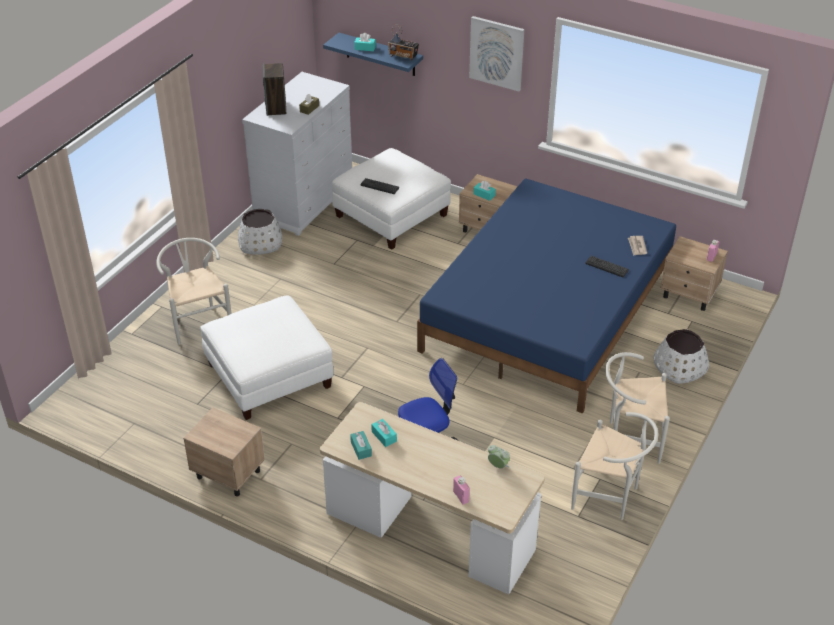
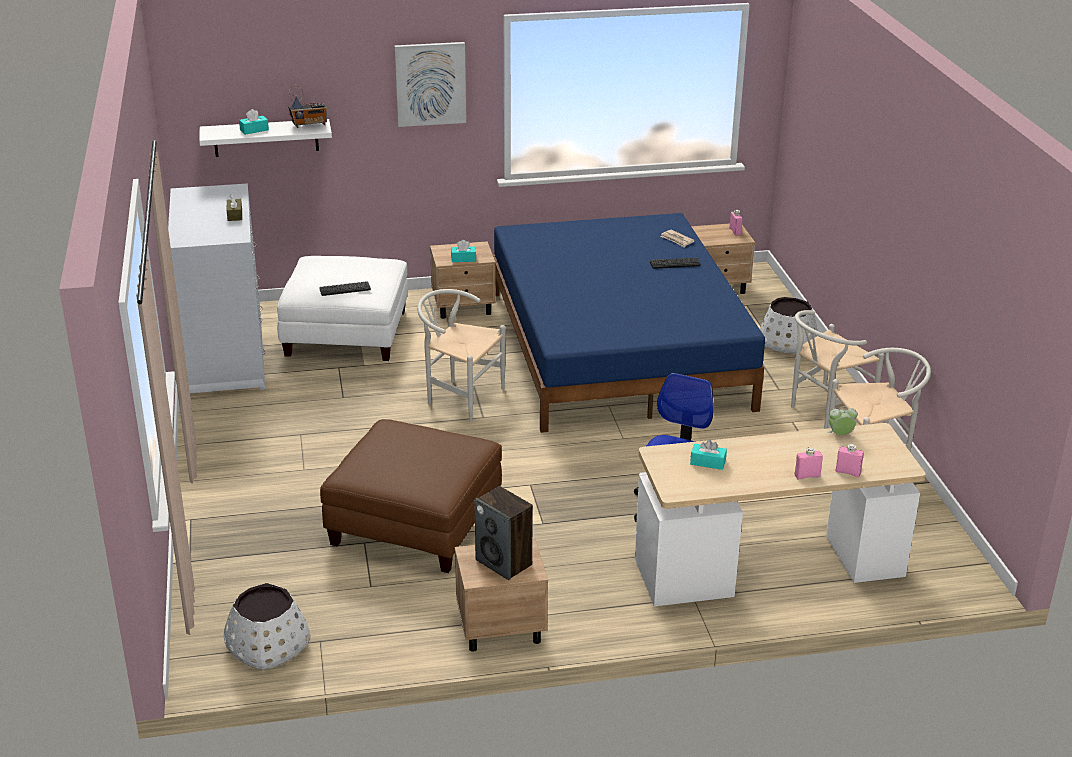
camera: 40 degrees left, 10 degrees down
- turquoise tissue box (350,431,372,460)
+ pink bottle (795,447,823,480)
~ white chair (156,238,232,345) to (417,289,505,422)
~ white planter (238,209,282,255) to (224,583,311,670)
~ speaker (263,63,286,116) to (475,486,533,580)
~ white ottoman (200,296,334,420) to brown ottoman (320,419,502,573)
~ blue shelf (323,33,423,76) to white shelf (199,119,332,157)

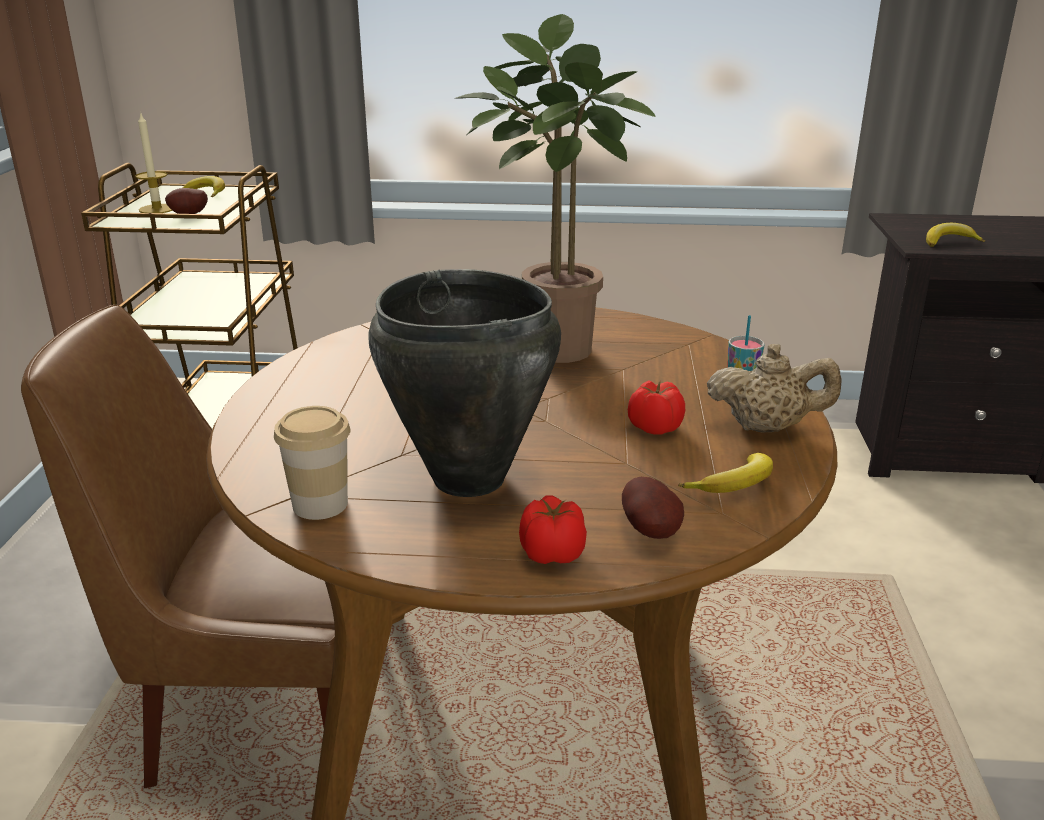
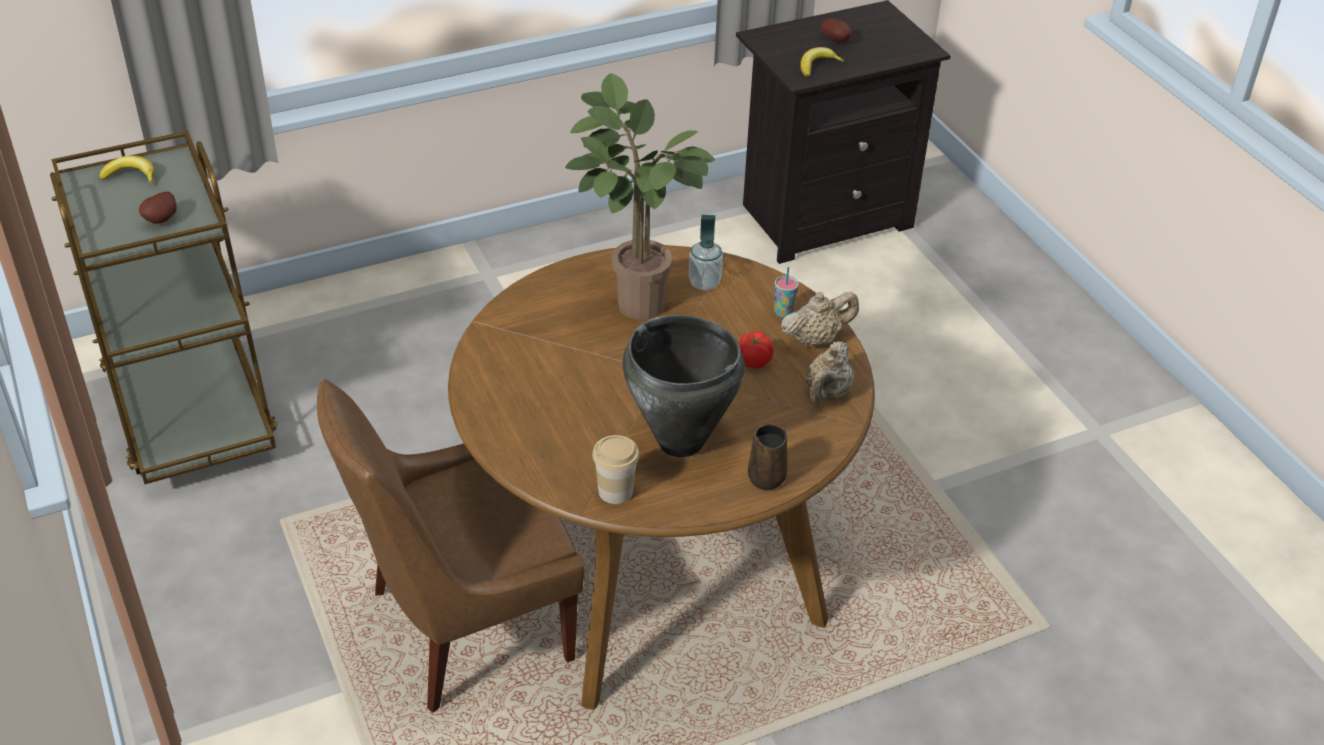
camera: 30 degrees left, 15 degrees up
- candle (135,111,173,213)
+ soap dispenser (689,215,723,291)
~ potato (622,477,684,539) to (821,18,852,42)
~ tomato (519,496,587,564) to brown mug (748,423,788,490)
~ banana (678,453,773,493) to beige teapot (805,341,854,403)

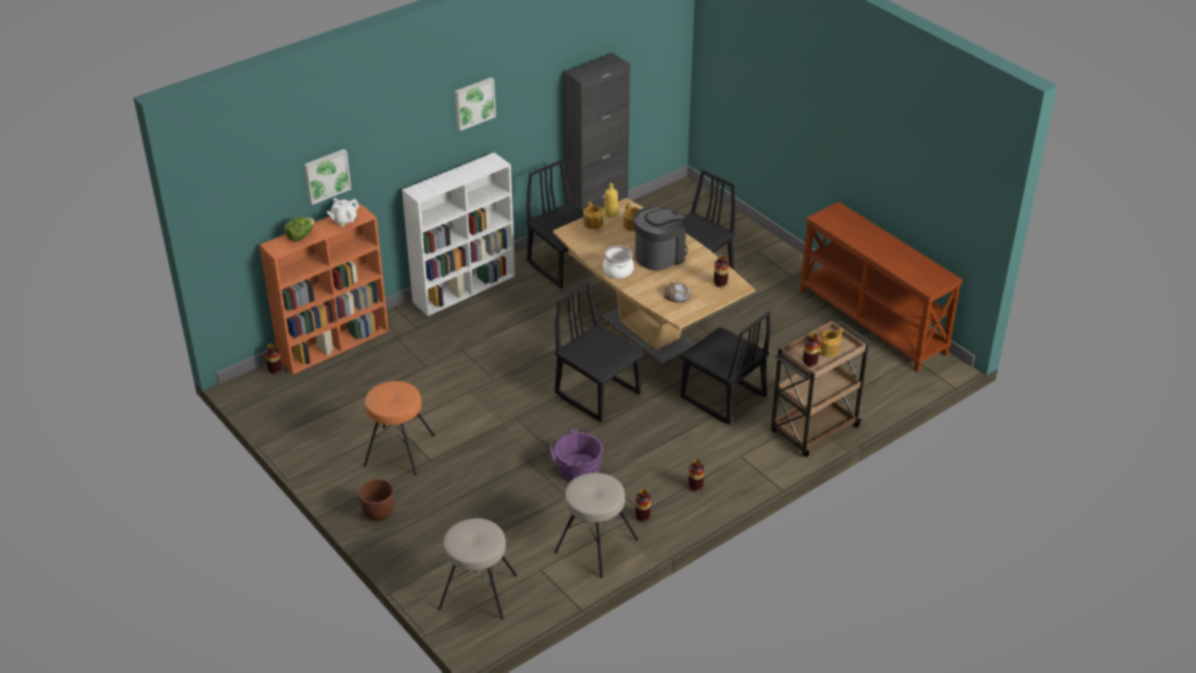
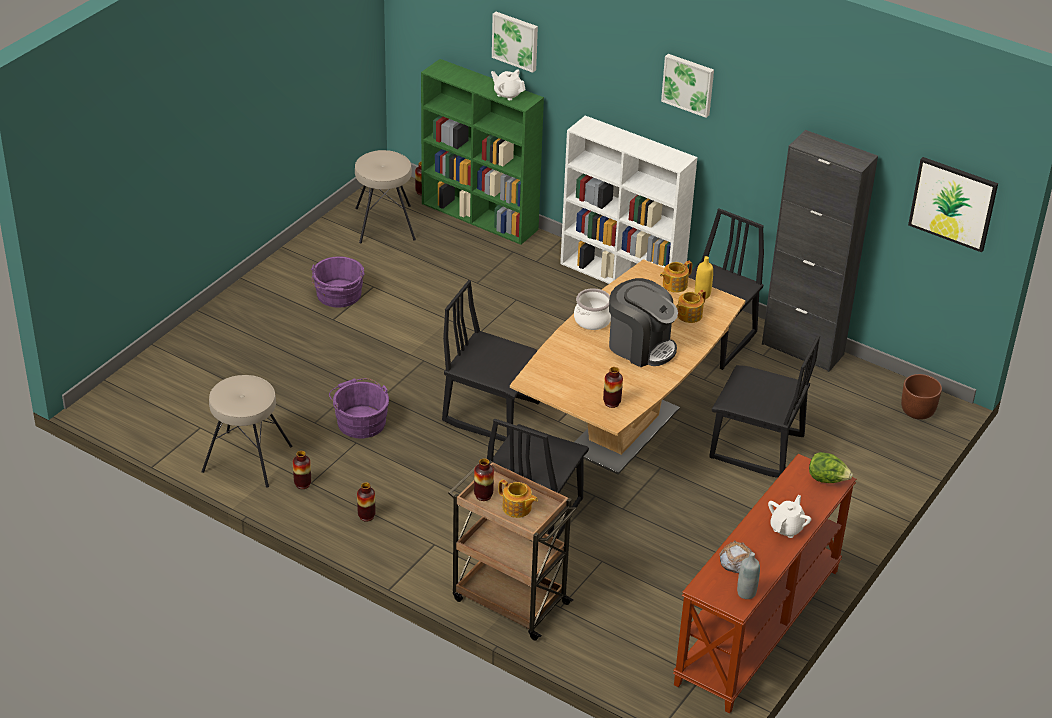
camera: 70 degrees right, 0 degrees up
+ grey bottle (737,552,760,599)
+ white teapot (768,495,811,538)
+ picture (908,157,998,252)
~ lettuce (284,217,315,241) to (809,452,853,483)
~ brown planter (358,479,394,521) to (901,374,942,420)
~ beige stool (438,518,517,620) to (355,150,416,243)
~ bread (664,282,691,303) to (719,540,752,573)
~ orange stool (364,381,435,475) to purple bucket (311,256,365,307)
~ orange bookcase (259,204,389,374) to green bookcase (421,59,544,245)
~ black chair (555,281,644,422) = (442,280,540,441) 90 degrees counterclockwise

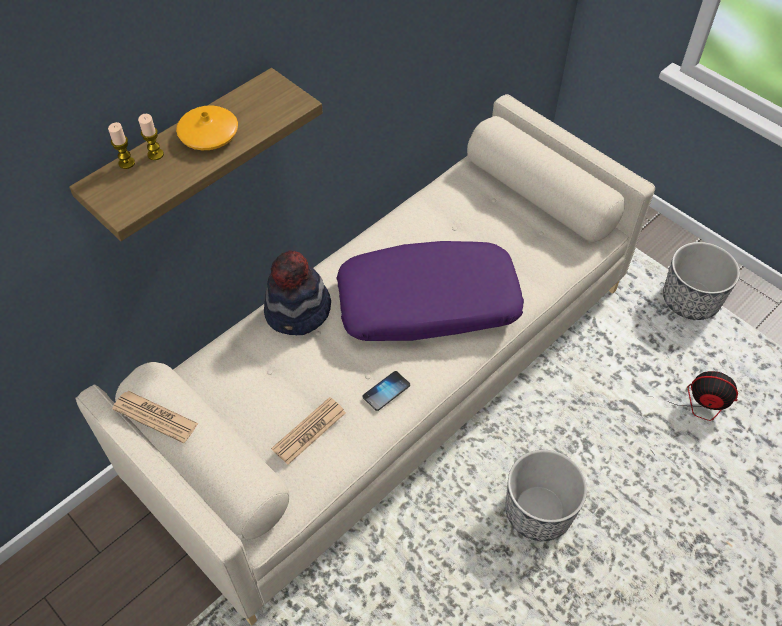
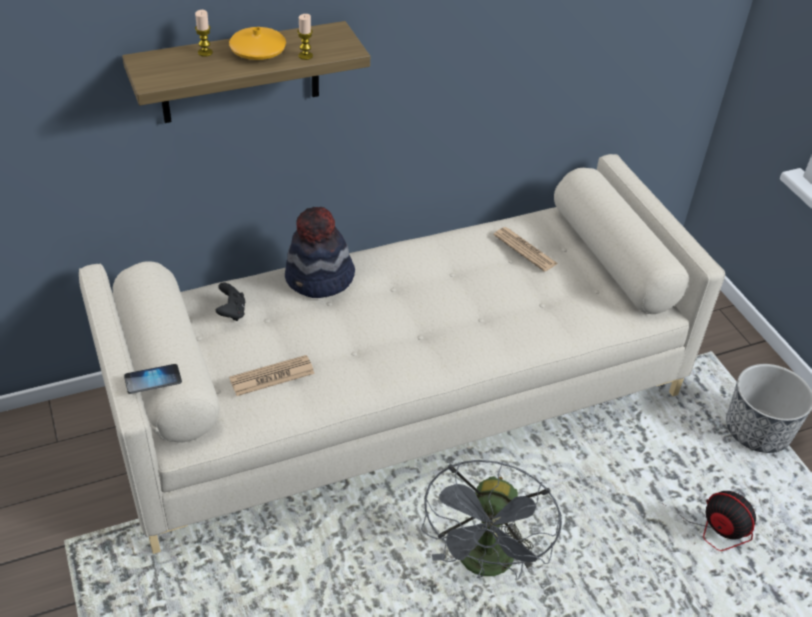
camera: 20 degrees right, 10 degrees down
- purple pillow (336,241,524,341)
+ black game controller (216,282,246,321)
~ candle (108,122,135,169) to (297,14,313,60)
~ newspaper (112,391,199,443) to (494,227,558,272)
~ phone (362,371,410,411) to (124,364,182,394)
~ planter (505,450,587,541) to grey fan (421,460,562,581)

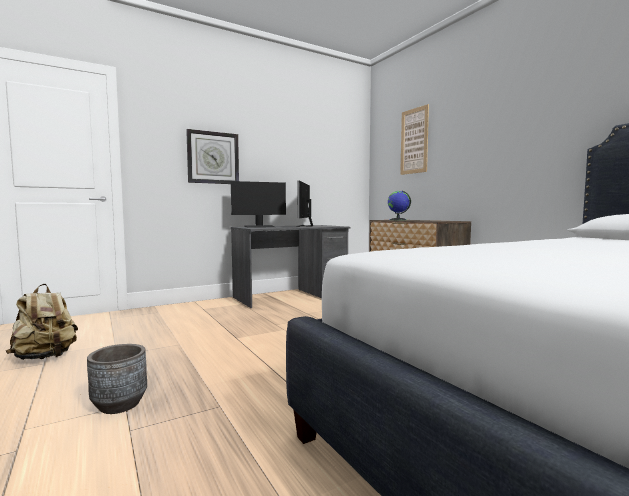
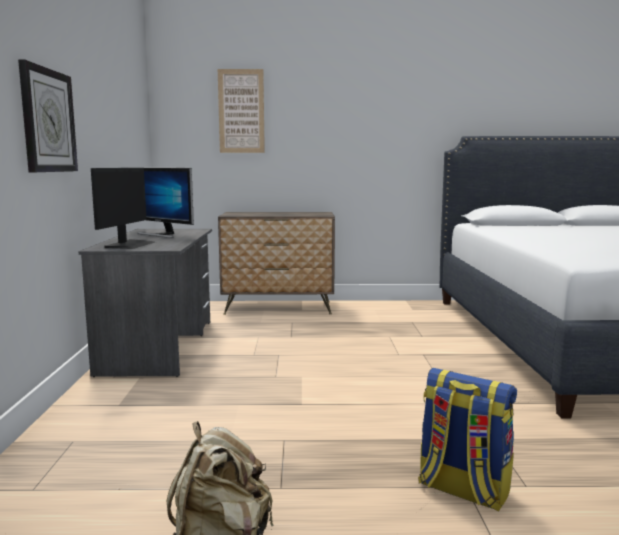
camera: 60 degrees left, 5 degrees up
- globe (388,191,411,220)
~ grey planter (87,344,147,414) to backpack (418,368,517,512)

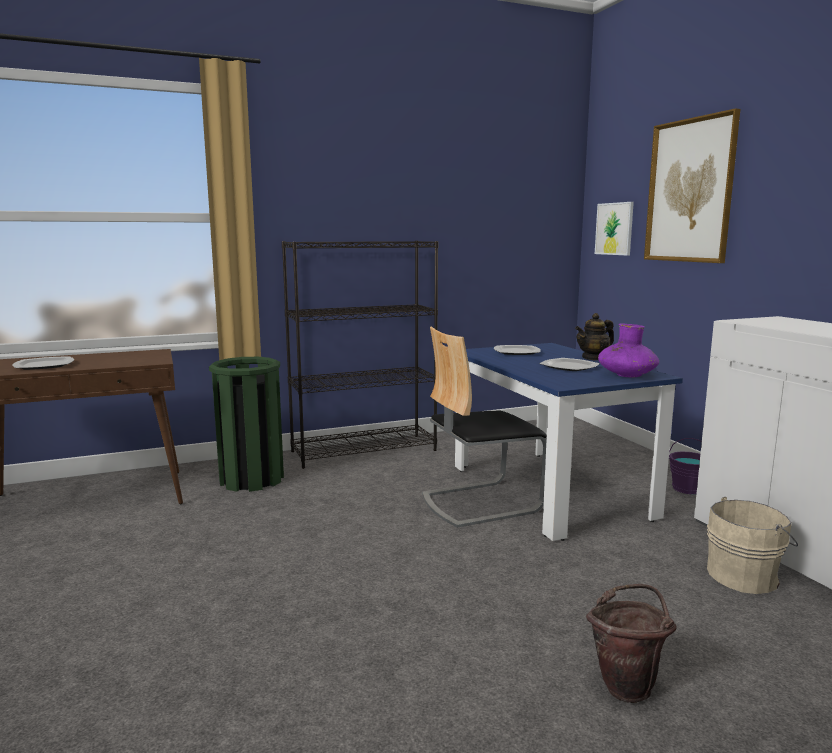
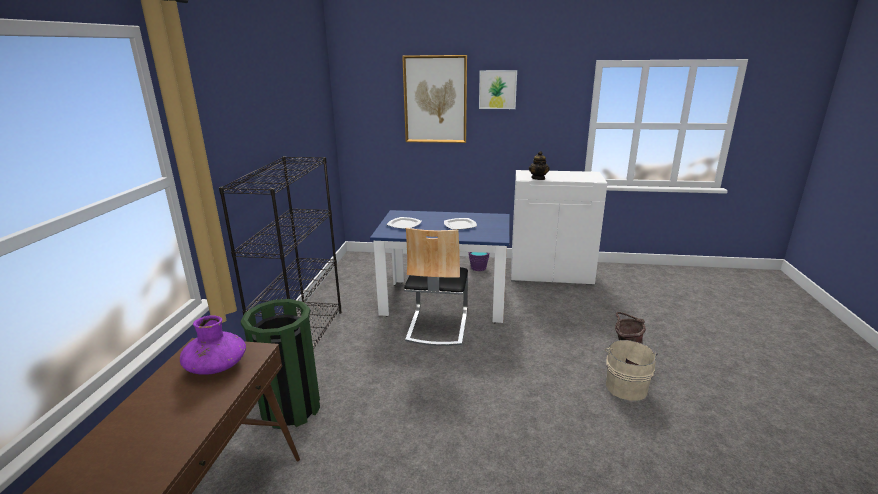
camera: 60 degrees left, 10 degrees up
- plate (12,356,74,370)
~ teapot (575,313,614,360) to (529,151,550,180)
~ picture (595,202,634,256) to (479,70,517,109)
~ purple vase (598,323,659,378) to (180,315,246,375)
~ beige bucket (707,497,798,594) to (605,340,658,401)

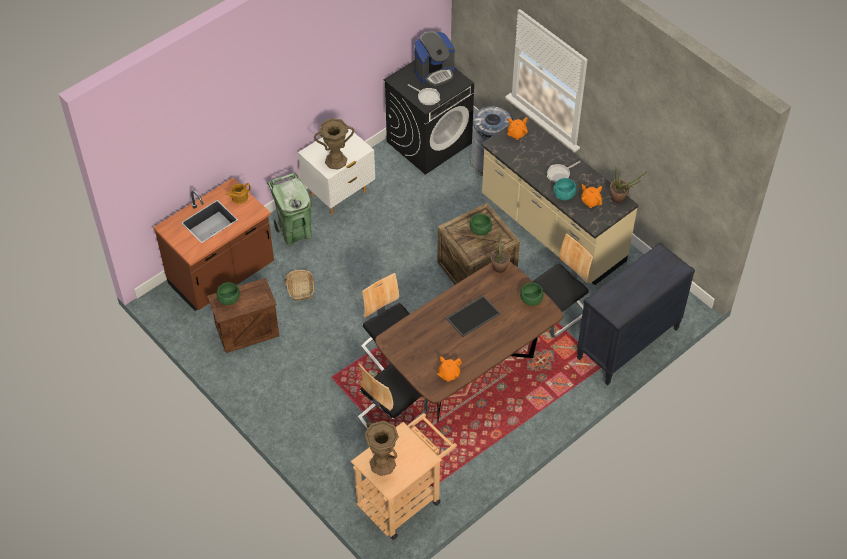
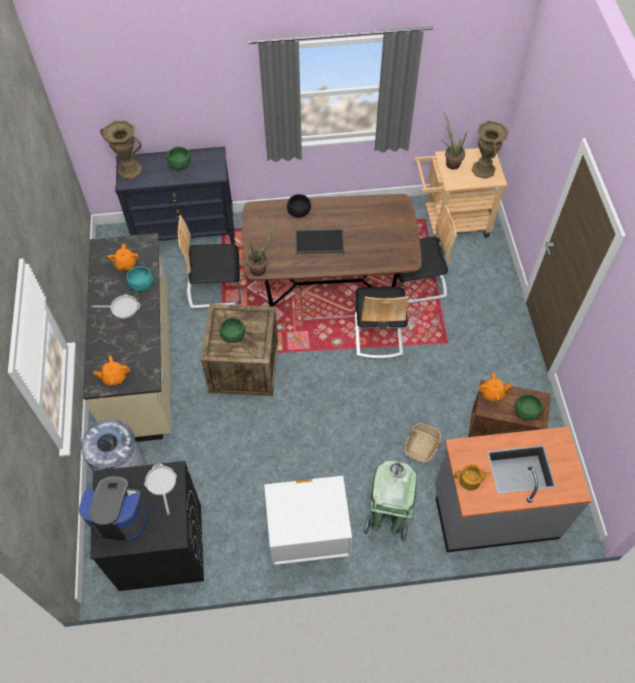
camera: 145 degrees left, 5 degrees up
+ black bowl (287,194,311,218)
~ brown vase (314,118,354,170) to (100,121,142,179)
~ orange teapot (437,357,462,382) to (478,372,513,401)
~ green bowl (520,283,544,306) to (167,147,191,170)
~ potted plant (610,167,647,203) to (442,112,467,170)
~ brown counter (153,178,274,311) to grey counter (435,426,592,552)

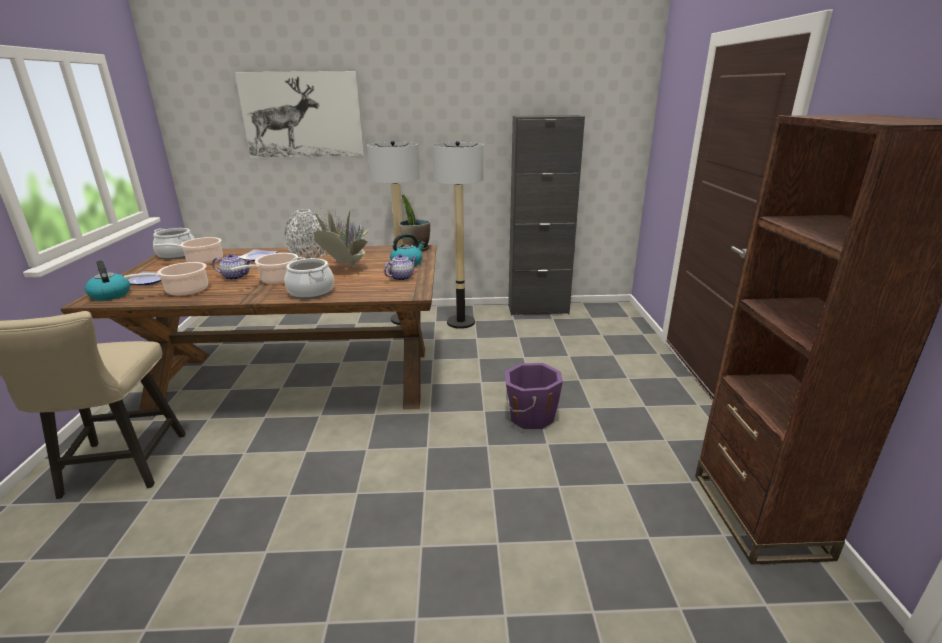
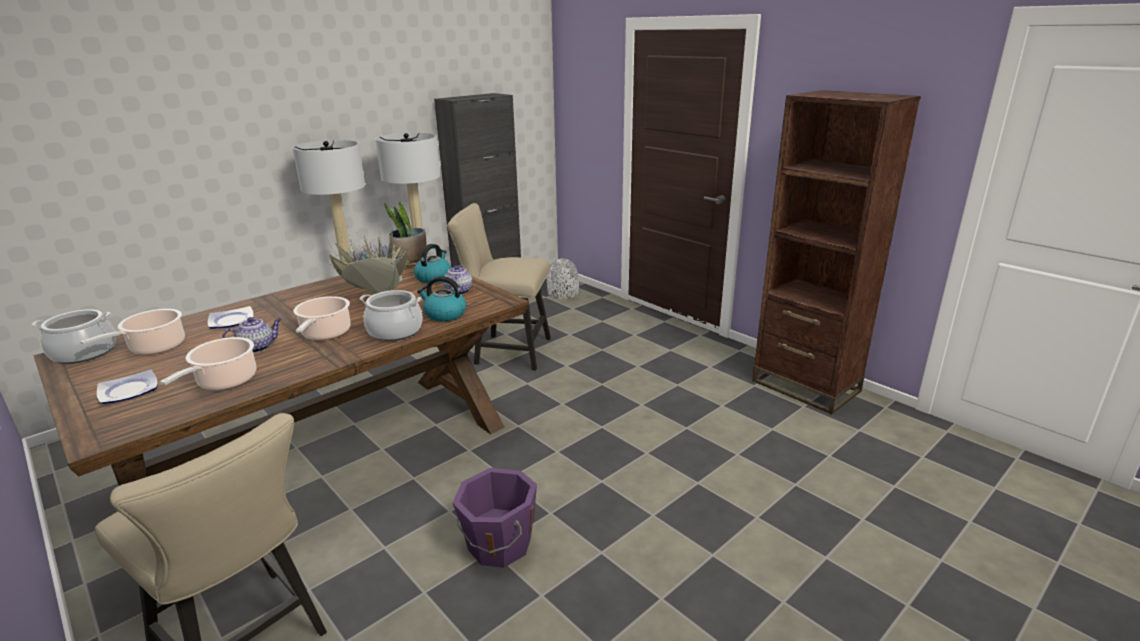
camera: 40 degrees left, 0 degrees up
- picture (235,71,364,158)
+ beige chair (447,203,551,370)
~ kettle (85,260,130,301) to (417,276,466,322)
~ grey vase (285,209,328,258) to (547,258,579,299)
~ purple bucket (505,363,563,429) to (452,468,537,568)

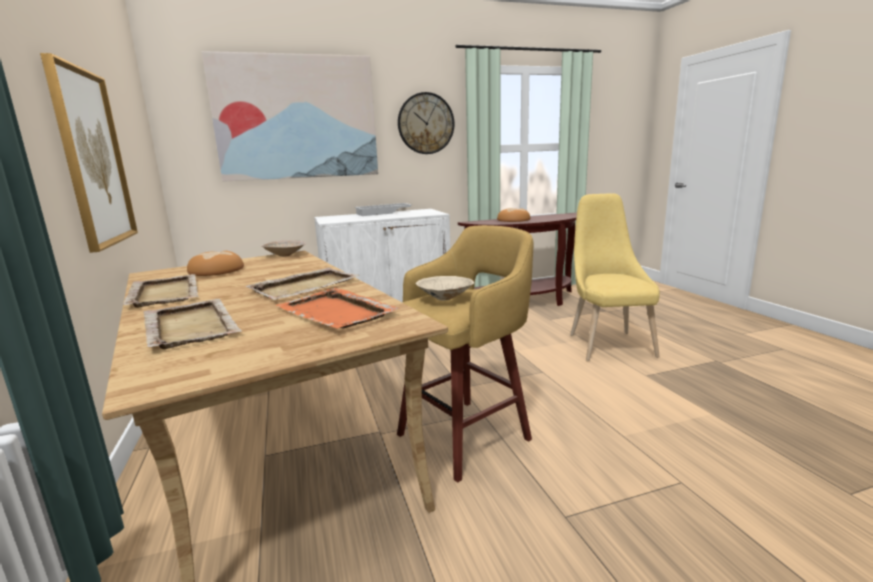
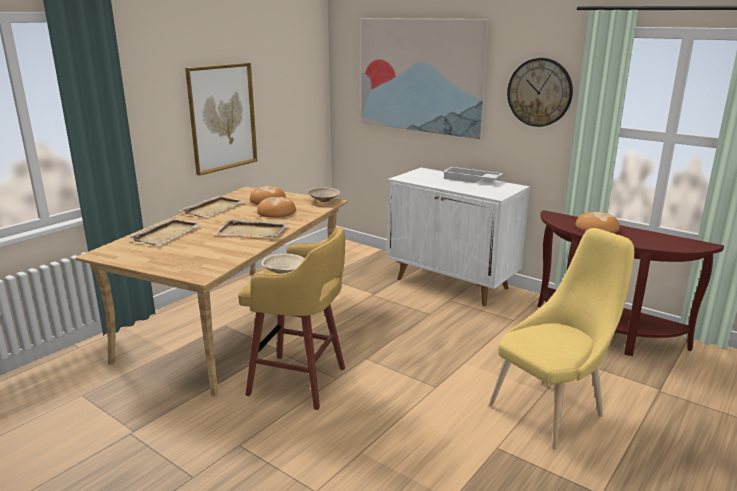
camera: 55 degrees right, 5 degrees up
- orange tray (276,288,399,329)
+ bread (257,197,296,217)

